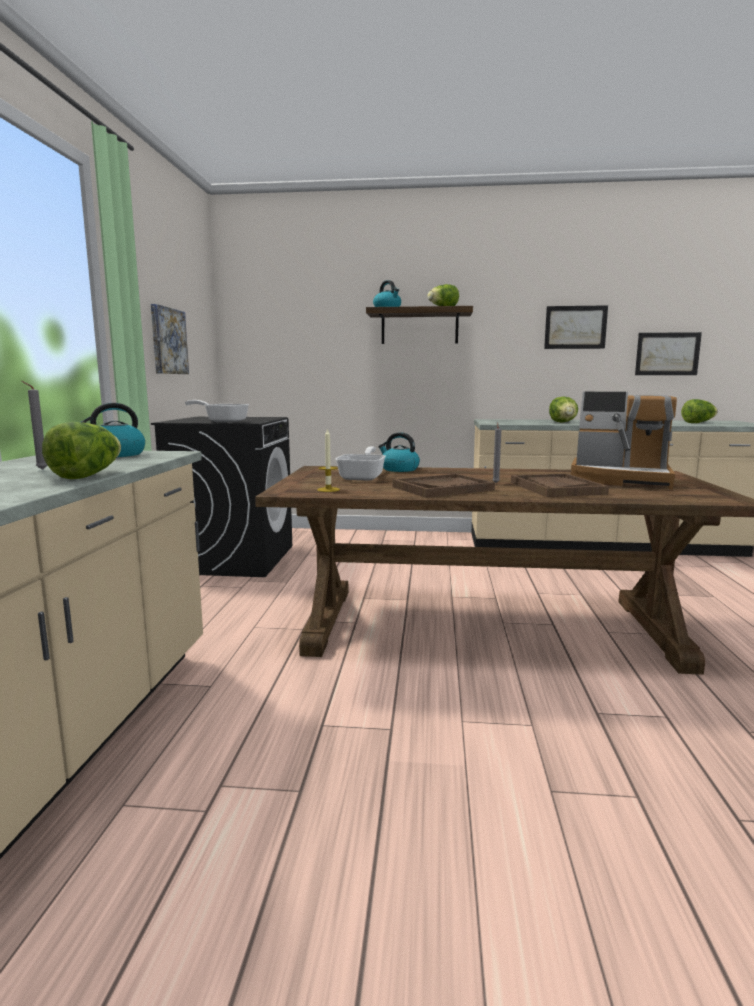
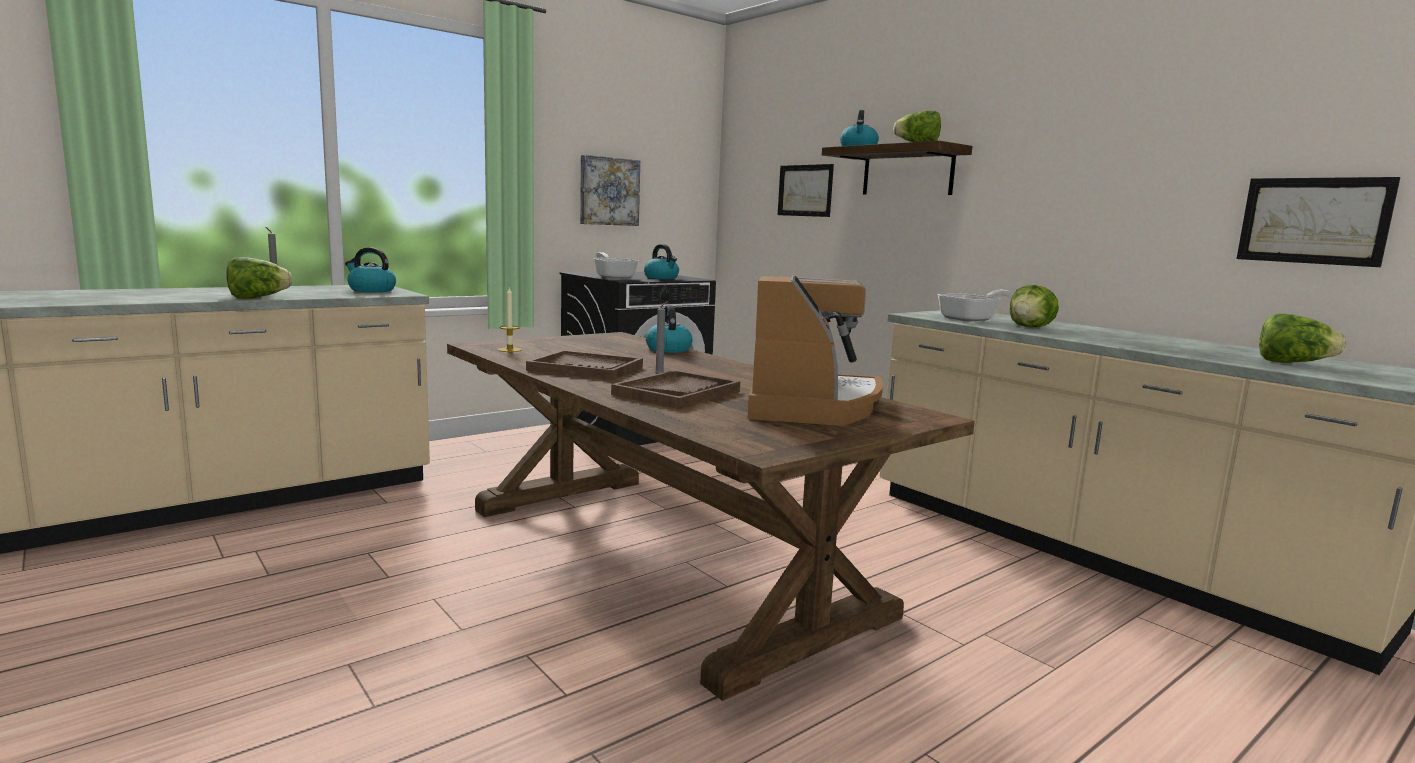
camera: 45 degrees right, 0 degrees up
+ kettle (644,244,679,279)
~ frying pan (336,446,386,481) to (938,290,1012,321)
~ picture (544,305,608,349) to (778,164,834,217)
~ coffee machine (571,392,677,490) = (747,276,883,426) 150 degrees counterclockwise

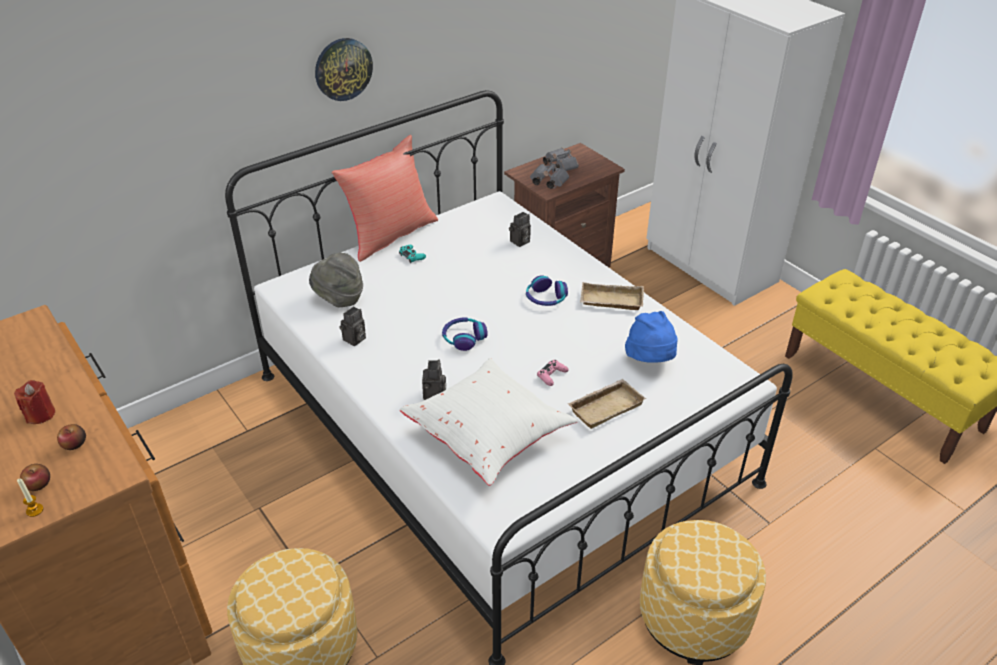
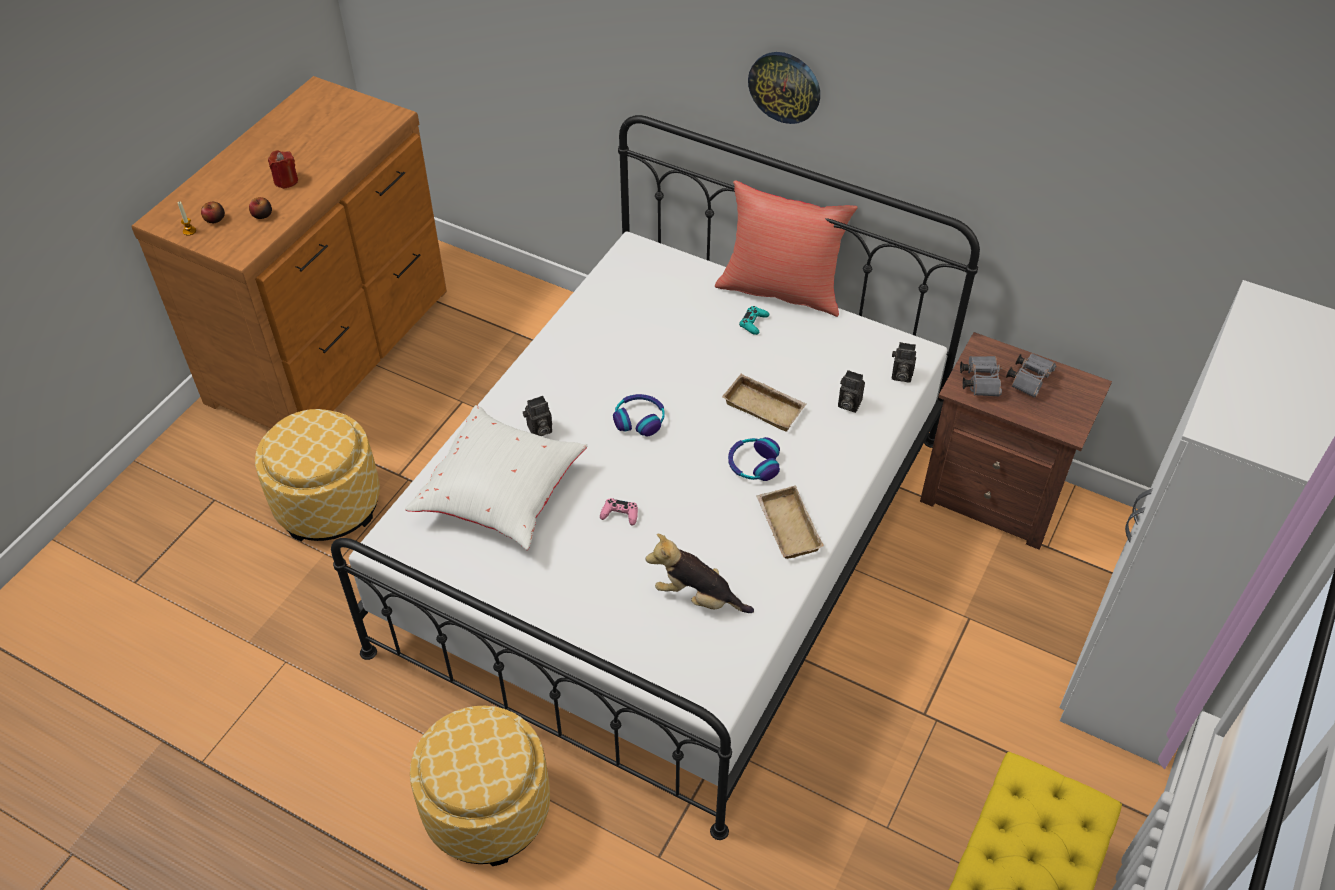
camera: 65 degrees right, 10 degrees up
- grey hat (309,253,363,307)
~ photo camera (339,306,366,346) to (892,342,916,383)
~ beige tray (568,379,646,429) to (722,374,807,432)
~ blue hat (625,311,677,363) to plush toy (646,534,754,613)

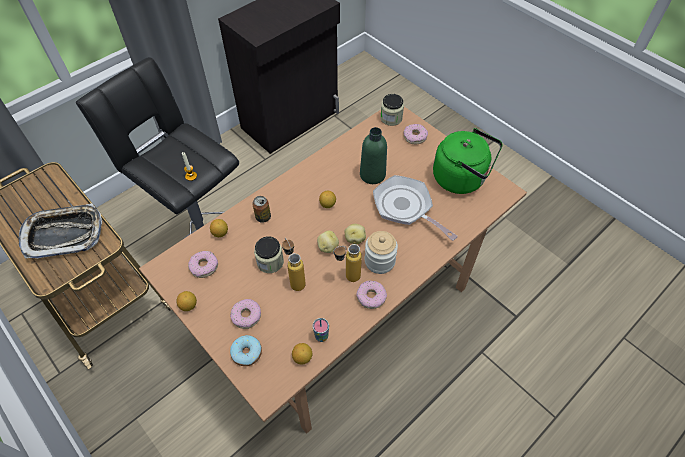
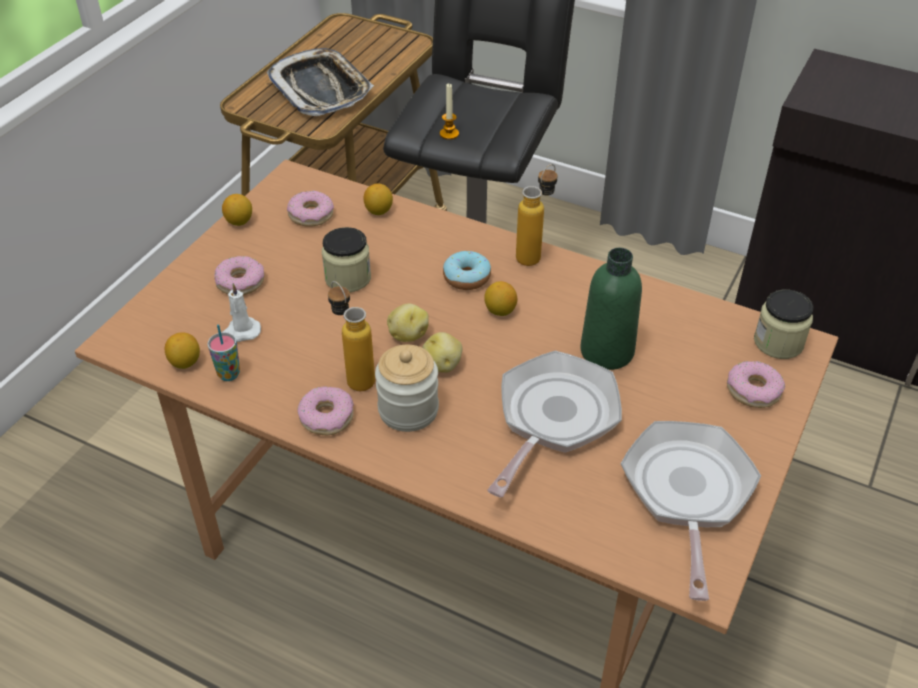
camera: 70 degrees right, 10 degrees down
- can (252,196,271,223)
+ white candle (222,283,261,342)
~ donut (230,335,262,366) to (443,251,491,290)
~ bottle (282,238,306,291) to (516,164,558,266)
~ green kettle (433,128,503,194) to frying pan (621,421,761,601)

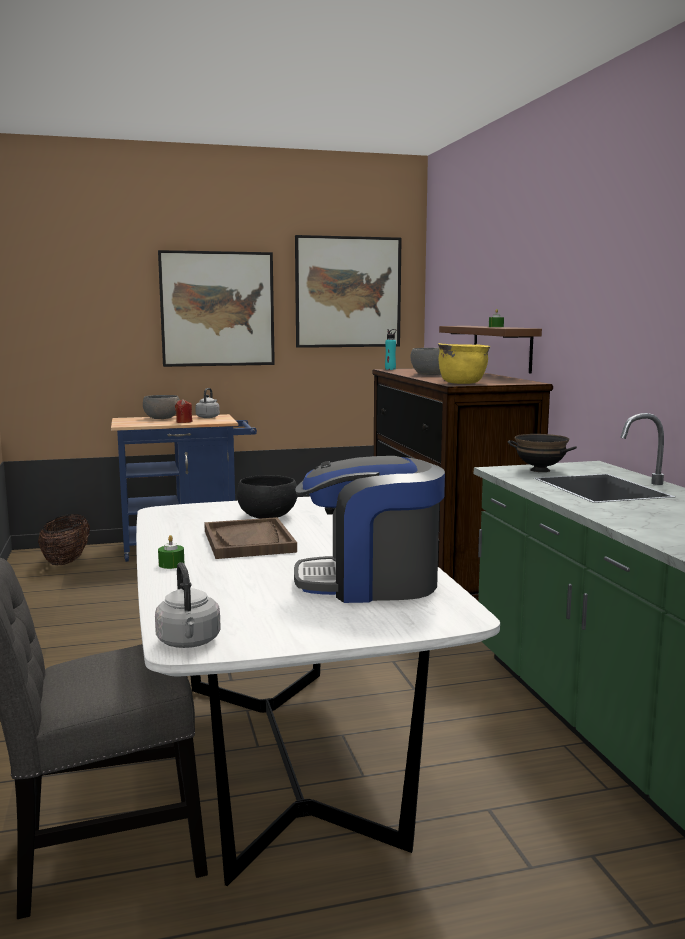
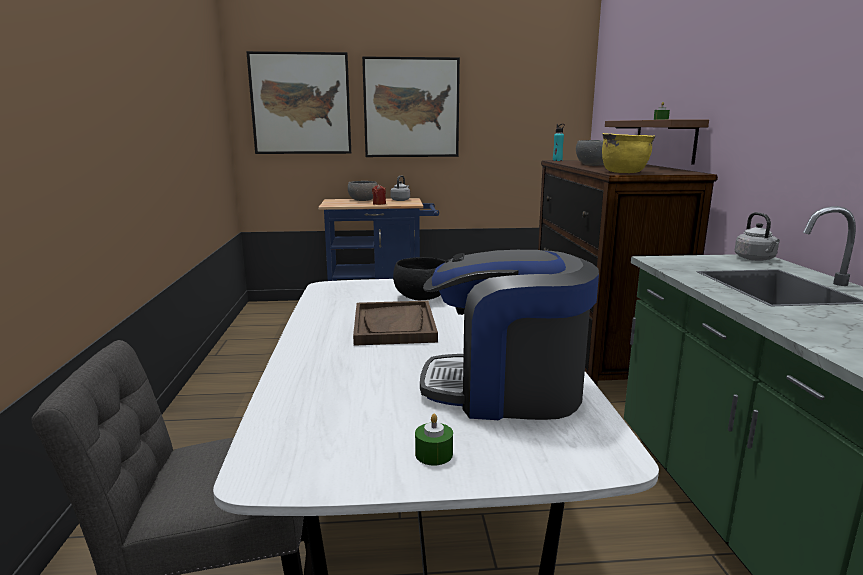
camera: 10 degrees right, 5 degrees up
- basket (38,514,90,565)
- black bowl (508,434,577,472)
~ grey kettle (155,562,221,648) to (735,212,780,261)
~ green candle (158,535,185,569) to (415,414,453,466)
~ picture (295,235,402,348) to (246,51,351,154)

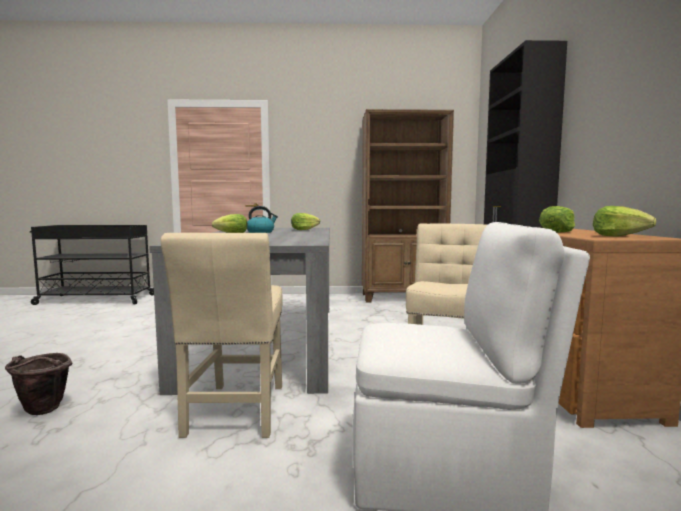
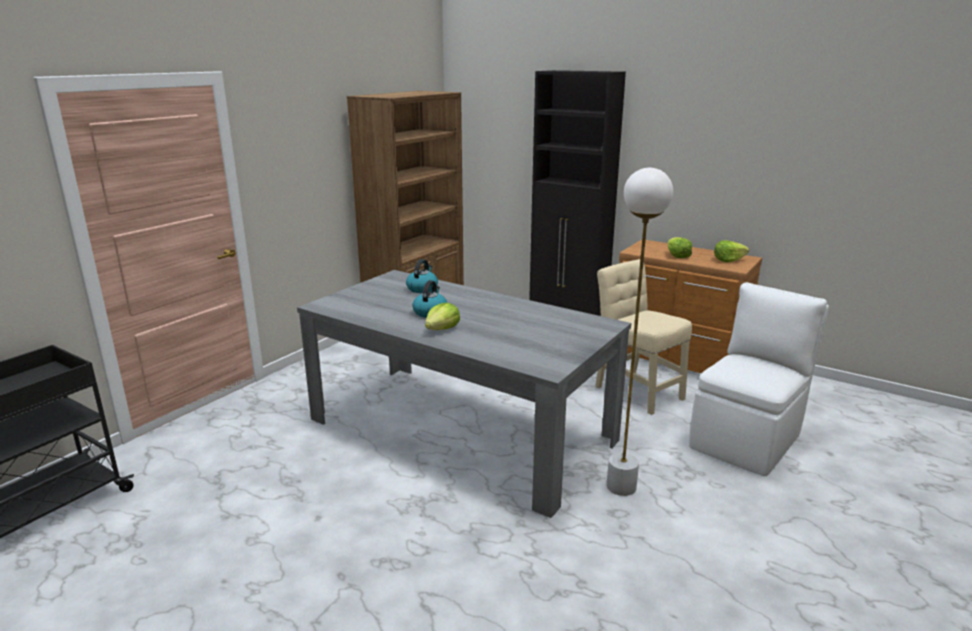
camera: 55 degrees left, 15 degrees up
- brown bucket (5,353,73,415)
~ beige chair (161,233,283,438) to white floor lamp (607,168,673,496)
~ lettuce (291,213,320,230) to kettle (406,259,438,293)

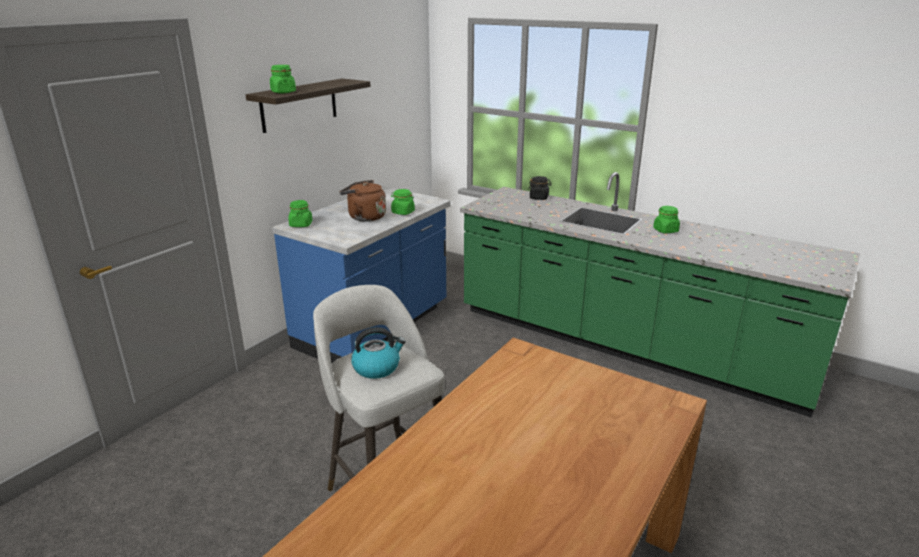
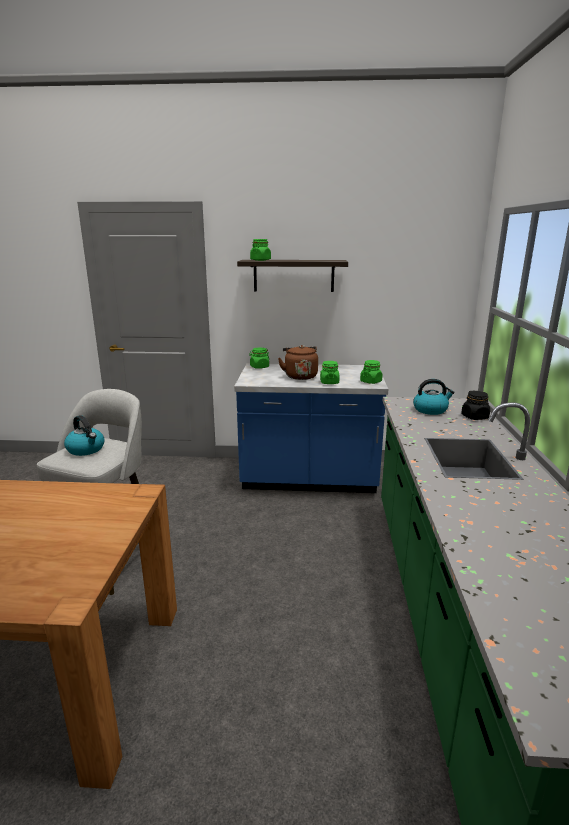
camera: 60 degrees right, 5 degrees down
+ kettle (413,379,455,415)
~ green jar (653,206,680,233) to (360,360,382,384)

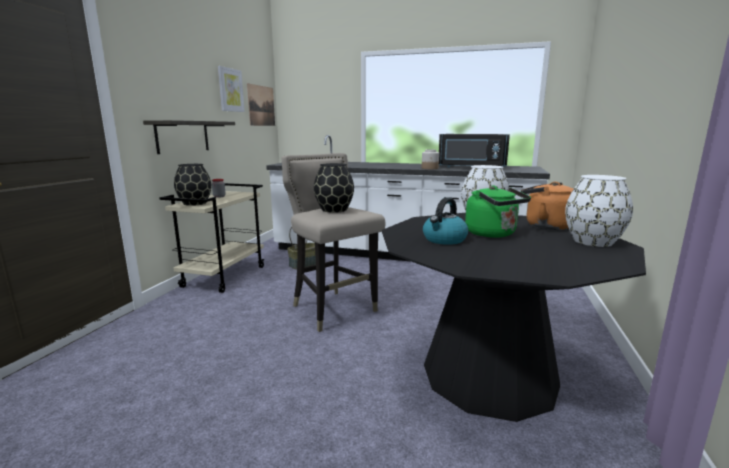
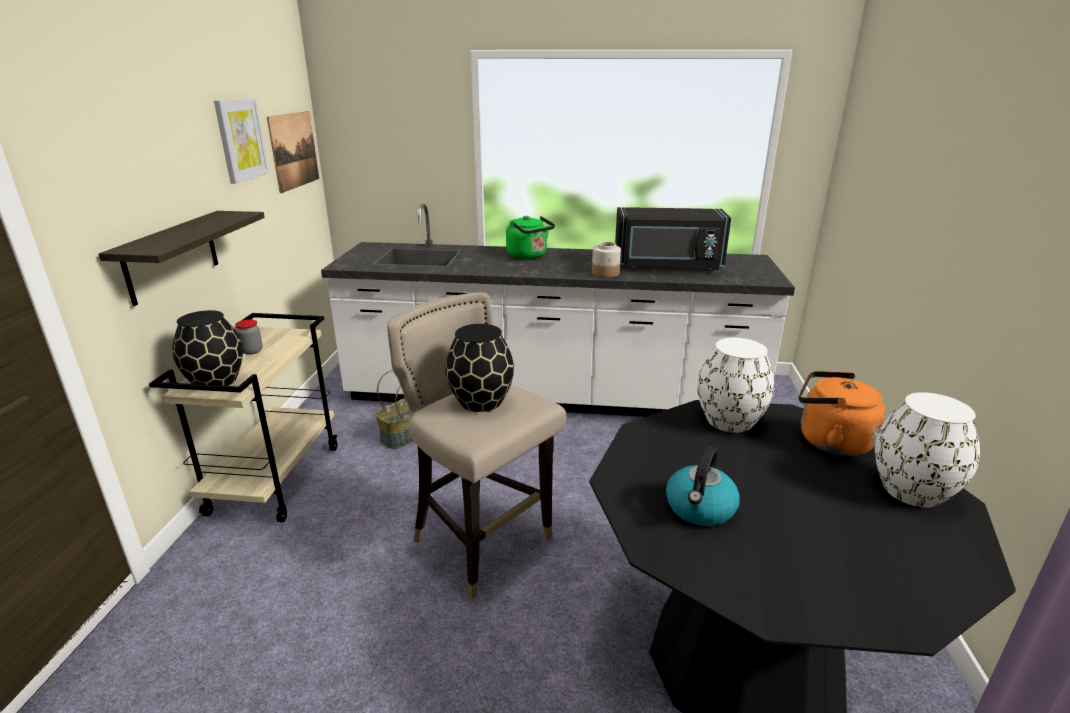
camera: 10 degrees left, 10 degrees up
~ green kettle (465,185,531,238) to (506,216,555,259)

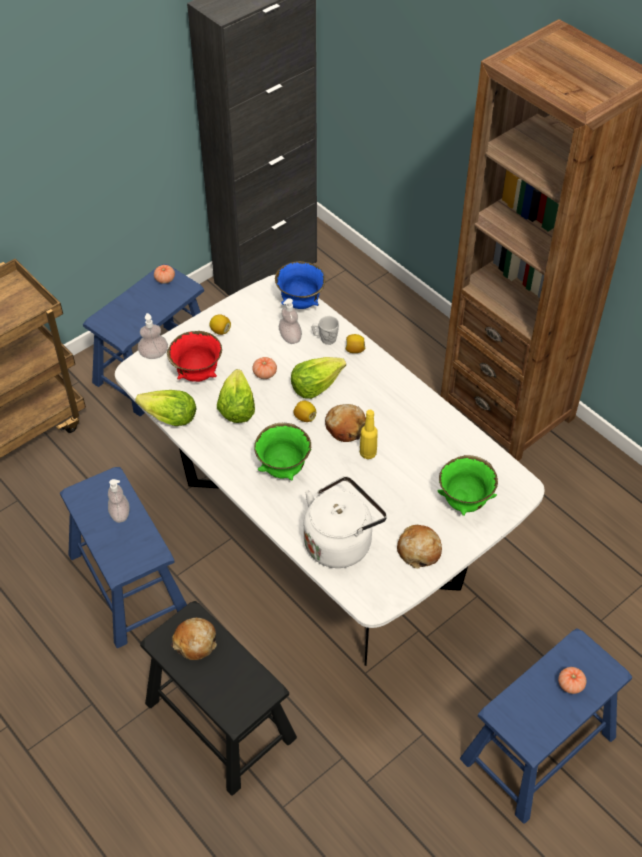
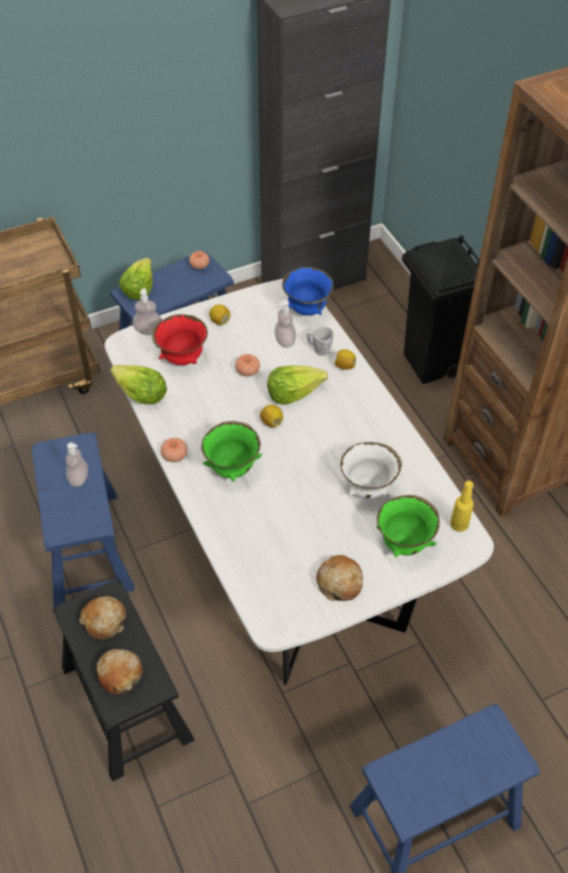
camera: 15 degrees right, 0 degrees up
- white kettle (304,476,387,568)
+ white bowl (340,442,402,499)
+ black trash can (402,235,479,384)
~ lettuce (217,369,255,423) to (119,258,153,300)
~ bread (325,404,366,442) to (97,649,143,695)
~ yellow bottle (360,410,378,459) to (450,481,474,532)
~ tomato (558,667,586,694) to (161,438,187,462)

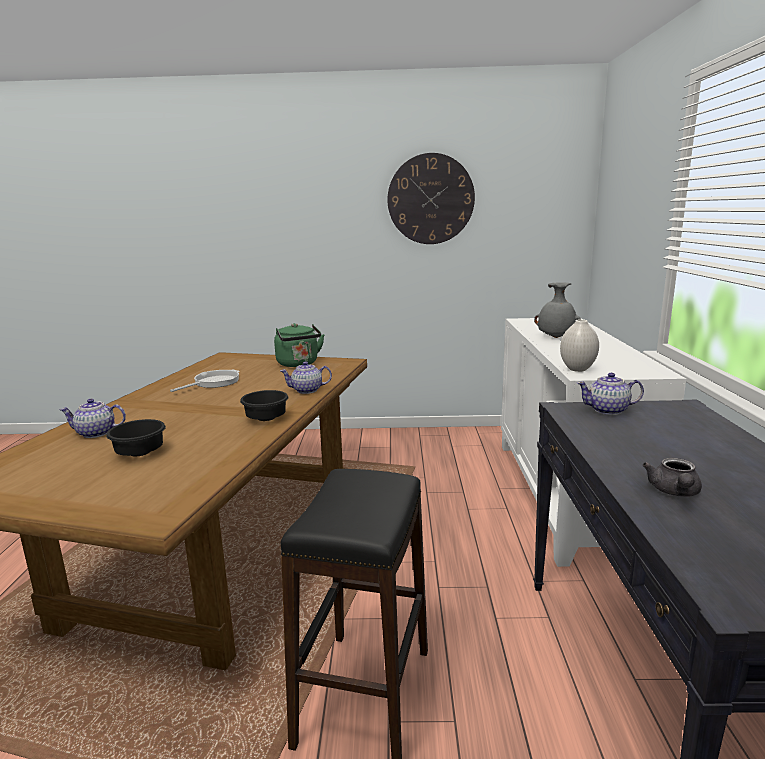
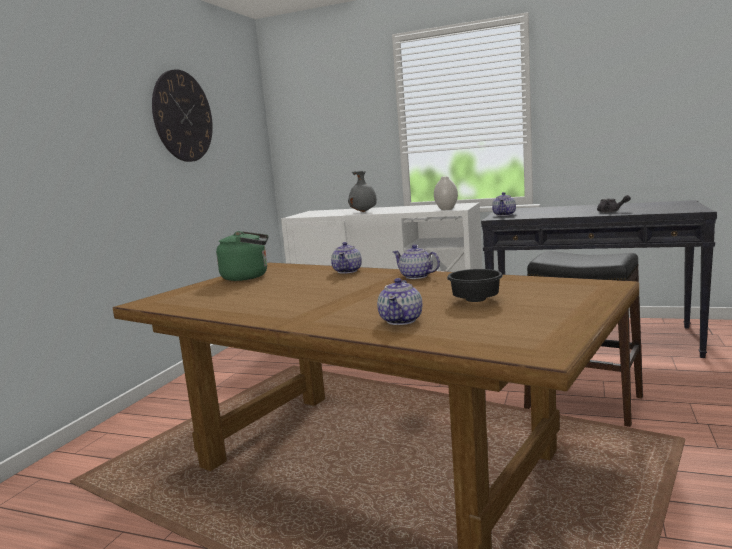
camera: 70 degrees left, 5 degrees down
- frying pan (170,370,239,392)
~ black bowl (240,390,289,421) to teapot (393,244,440,279)

